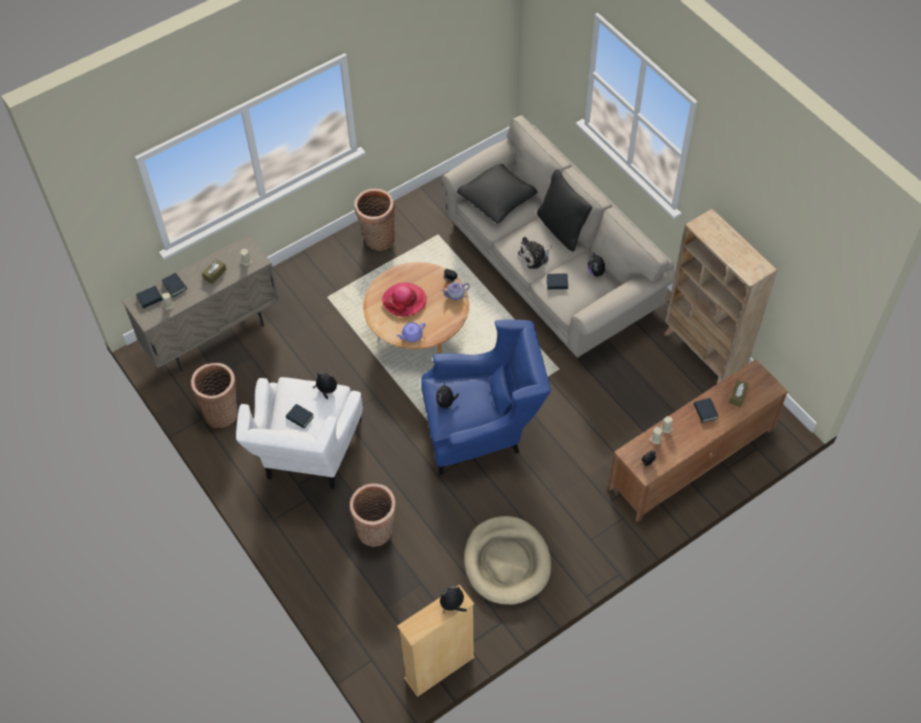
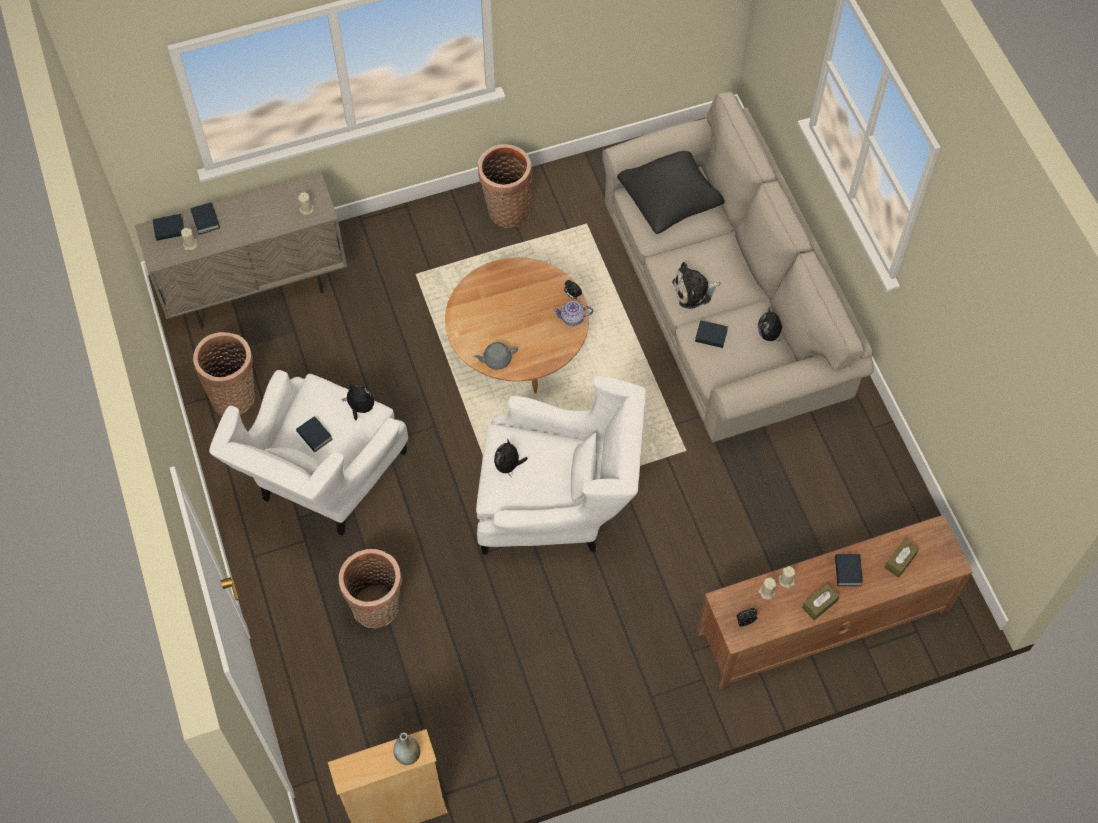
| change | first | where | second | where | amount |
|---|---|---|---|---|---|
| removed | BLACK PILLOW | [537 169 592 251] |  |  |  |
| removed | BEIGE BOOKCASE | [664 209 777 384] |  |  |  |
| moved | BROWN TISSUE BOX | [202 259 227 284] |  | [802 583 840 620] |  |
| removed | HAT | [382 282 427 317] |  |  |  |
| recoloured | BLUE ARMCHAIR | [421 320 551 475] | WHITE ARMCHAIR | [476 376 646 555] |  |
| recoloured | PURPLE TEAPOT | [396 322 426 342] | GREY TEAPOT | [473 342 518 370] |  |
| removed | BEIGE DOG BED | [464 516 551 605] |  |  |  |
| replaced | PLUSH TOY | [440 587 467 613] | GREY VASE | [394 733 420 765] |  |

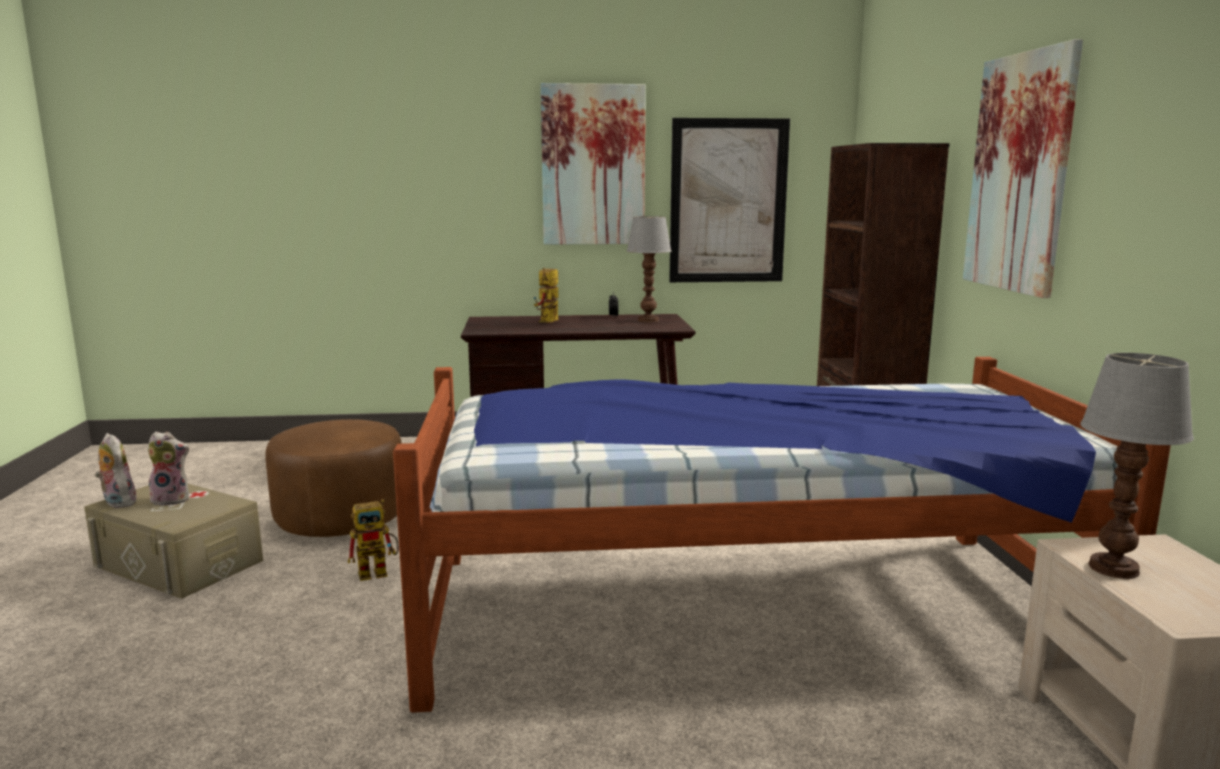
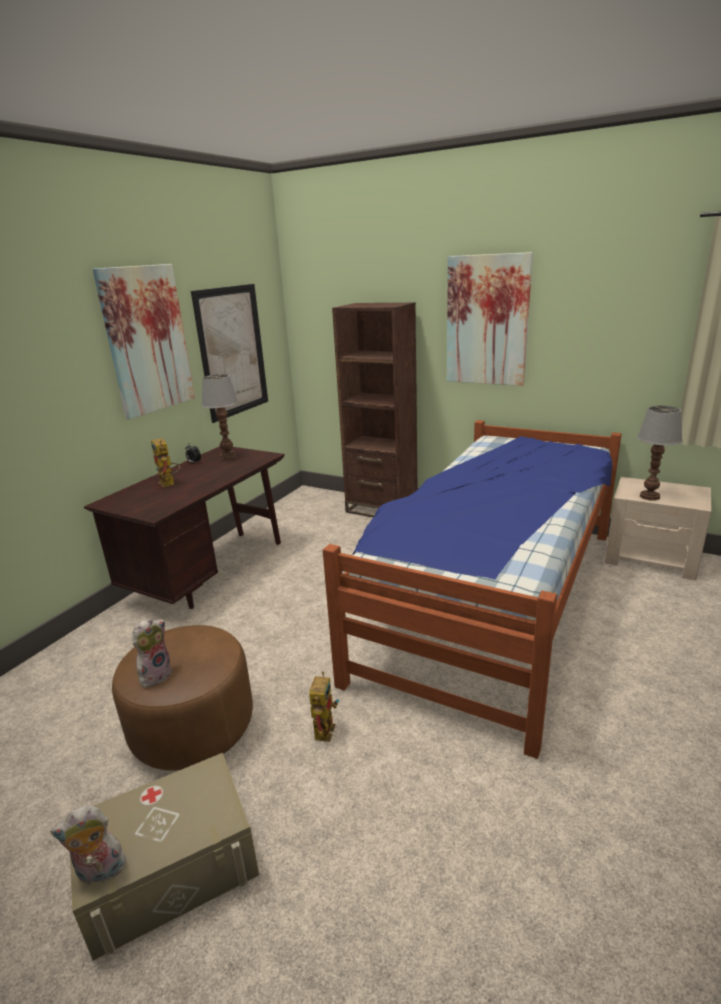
| change | first | where | second | where | amount |
|---|---|---|---|---|---|
| moved | PLUSH TOY | [147 432 190 506] |  | [132 618 172 687] |  |

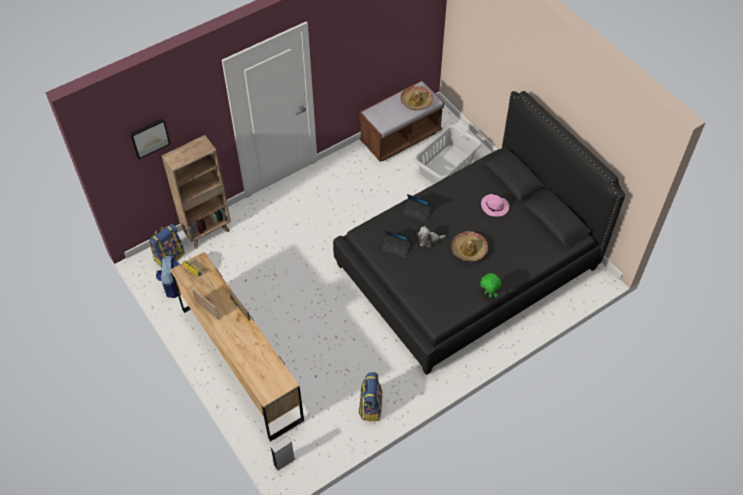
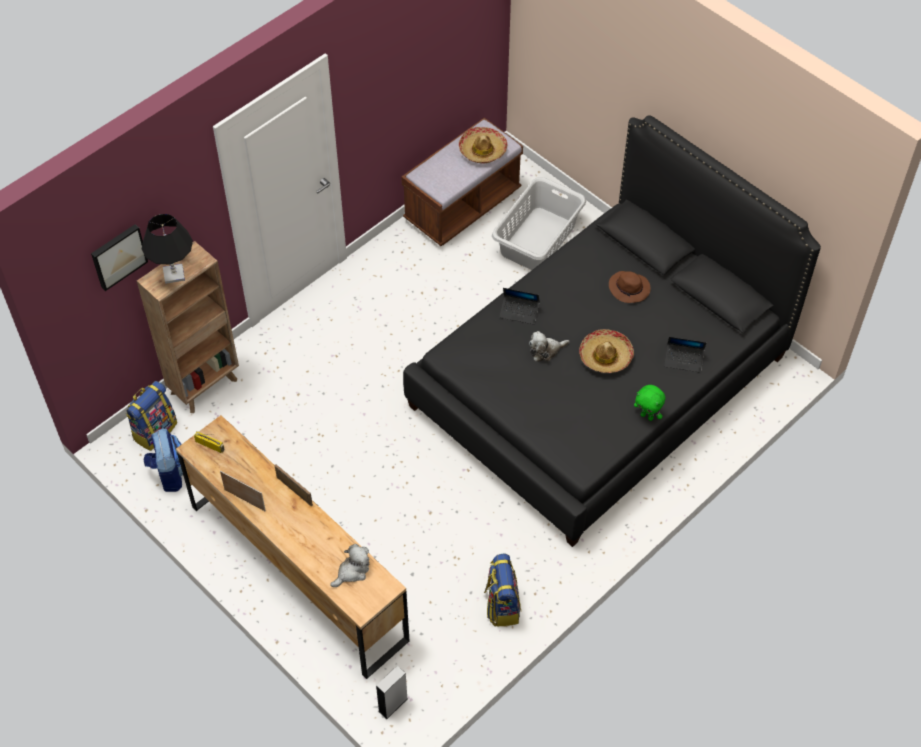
| change | first | where | second | where | amount |
|---|---|---|---|---|---|
| recoloured | PINK HAT | [481 194 509 216] | BROWN HAT | [609 271 651 303] |  |
| moved | LAPTOP | [382 230 410 257] |  | [664 337 706 372] |  |
| added |  |  | BLACK TABLE LAMP | [142 214 193 284] |  |
| added |  |  | PLUSH TOY | [330 544 370 587] |  |

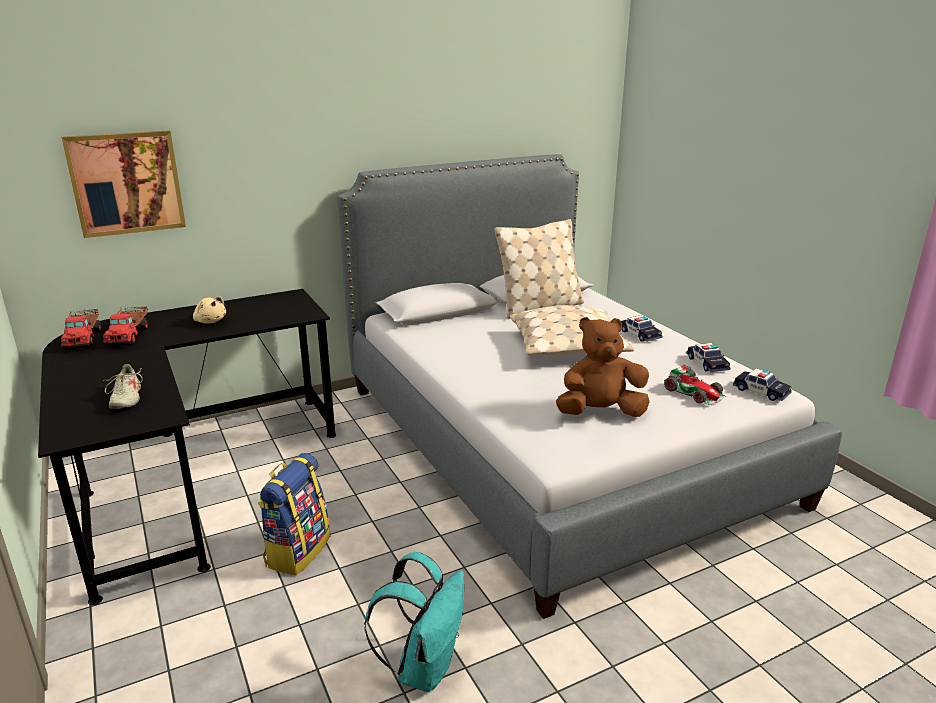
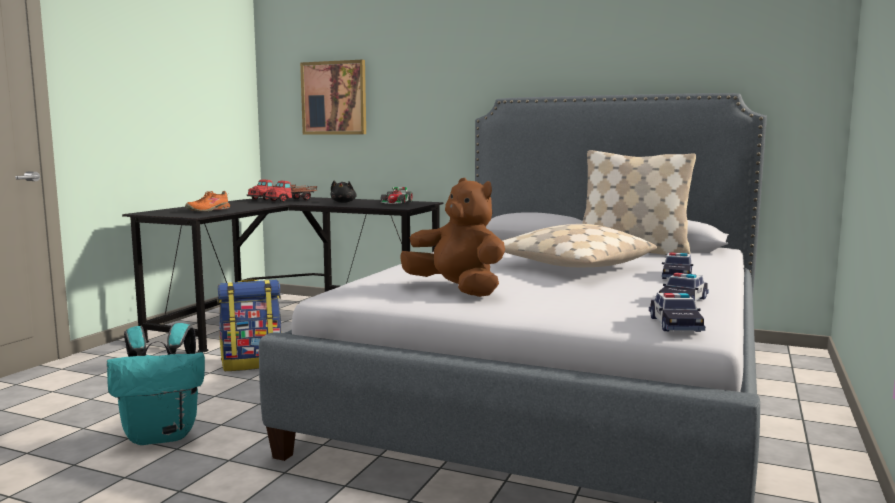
| change | first | where | second | where | amount |
|---|---|---|---|---|---|
| recoloured | BEIGE PLUSH TOY | [193 296 226 324] | BLACK PLUSH TOY | [331 181 357 203] |  |
| recoloured | BEIGE SHOE | [103 364 143 409] | ORANGE SHOE | [185 191 230 211] |  |
| moved | TOY CAR | [664 365 726 405] |  | [380 187 413 204] |  |

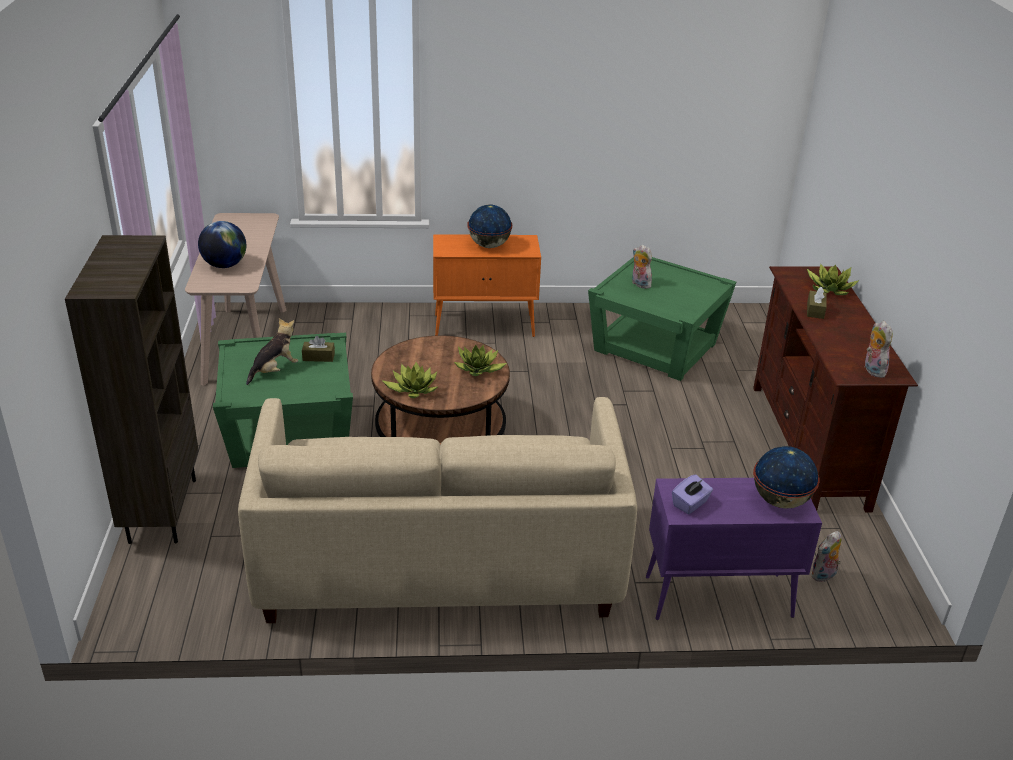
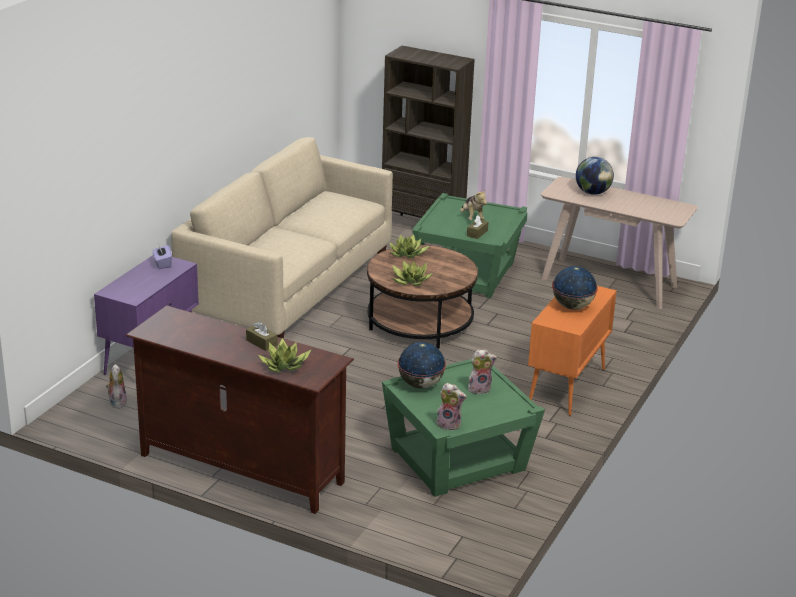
| change | first | where | second | where | amount |
|---|---|---|---|---|---|
| moved | PLUSH TOY | [865 321 892 378] |  | [436 383 467 431] |  |
| moved | GLOBE | [753 446 820 508] |  | [398 342 446 389] |  |

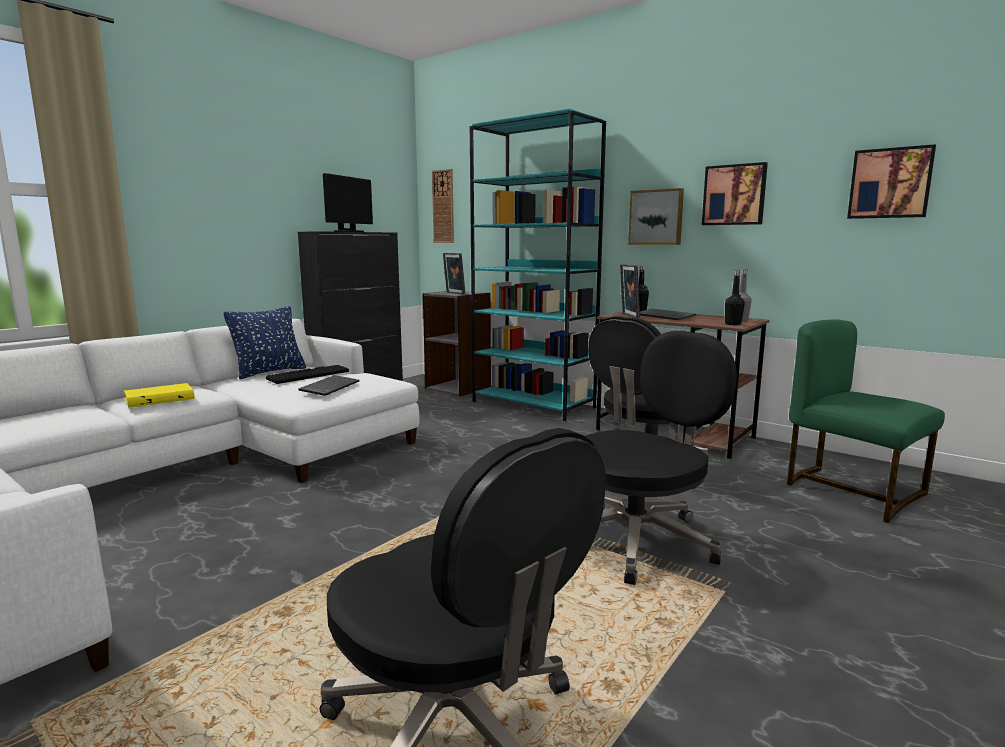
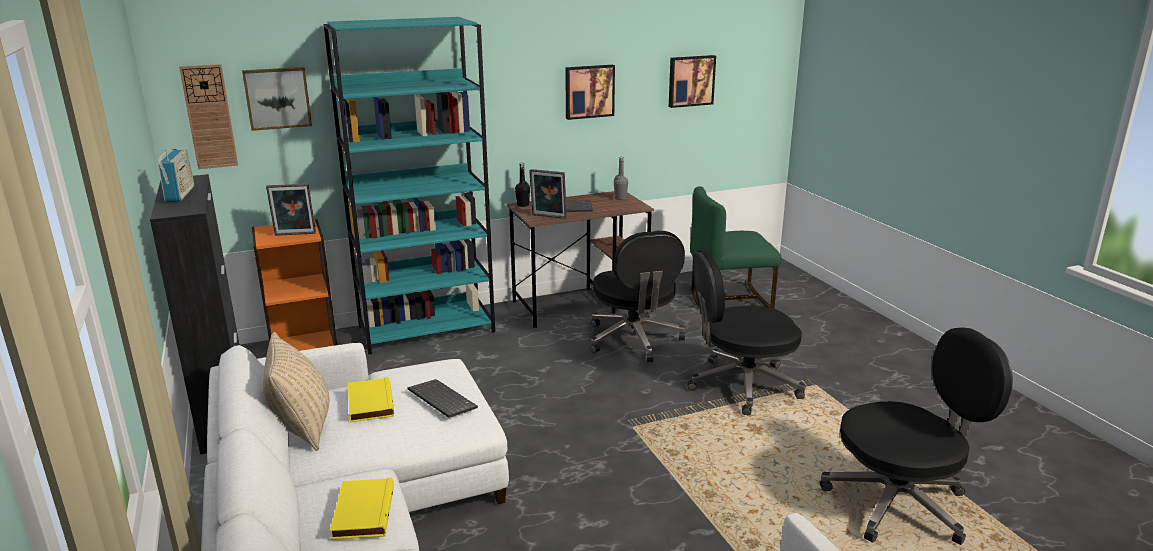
| change | first | where | second | where | amount |
|---|---|---|---|---|---|
| replaced | MONITOR | [323 173 373 232] | RADIO | [158 149 194 202] |  |
| moved | PICTURE | [628 188 684 245] |  | [242 67 312 131] |  |
| removed | BLACK BOTTLE | [725 271 745 326] |  |  |  |
| recoloured | GREY BOOKCASE | [423 291 491 396] | ORANGE BOOKCASE | [252 219 337 351] |  |
| recoloured | BLUE PILLOW | [224 306 306 379] | BEIGE PILLOW | [263 332 329 451] |  |
| turned | BLACK OFFICE CHAIR | [585 331 737 585] |  | [687 250 806 415] | 90 degrees counterclockwise |
| replaced | KEYBOARD | [266 365 349 384] | YELLOW BOOK | [348 377 394 423] |  |

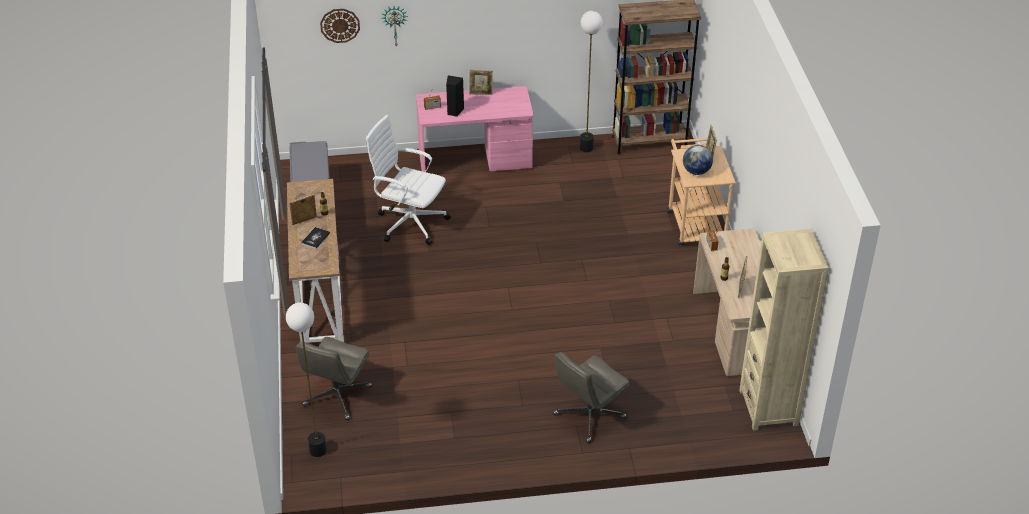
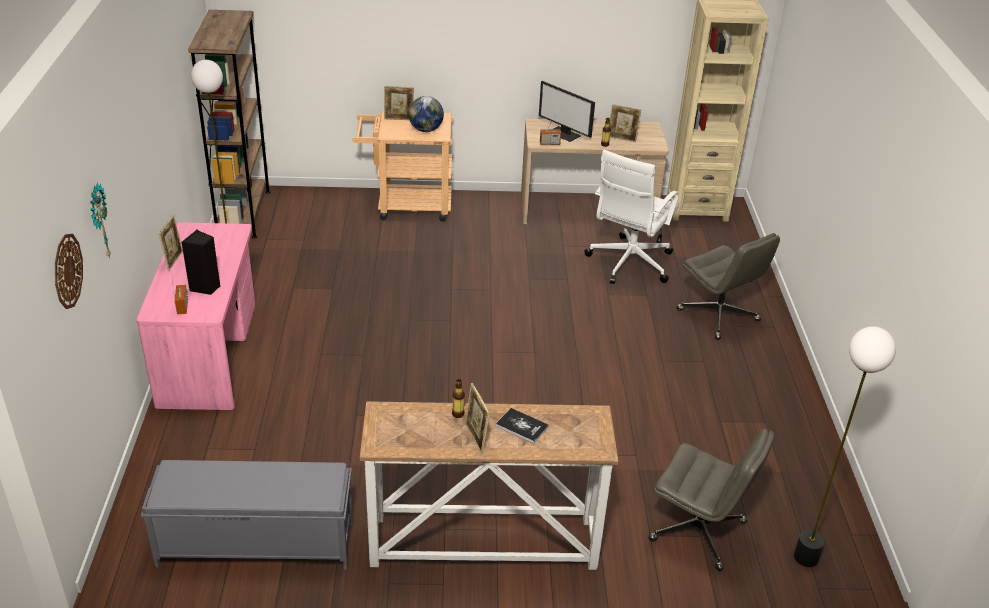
| change | first | where | second | where | amount |
|---|---|---|---|---|---|
| moved | WHITE OFFICE CHAIR | [365 115 451 245] |  | [584 150 679 284] |  |
| added |  |  | MONITOR | [539 81 595 142] |  |

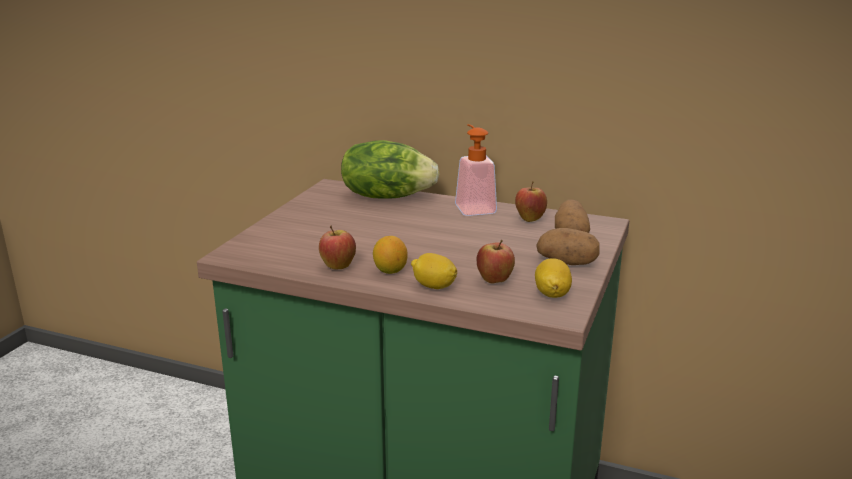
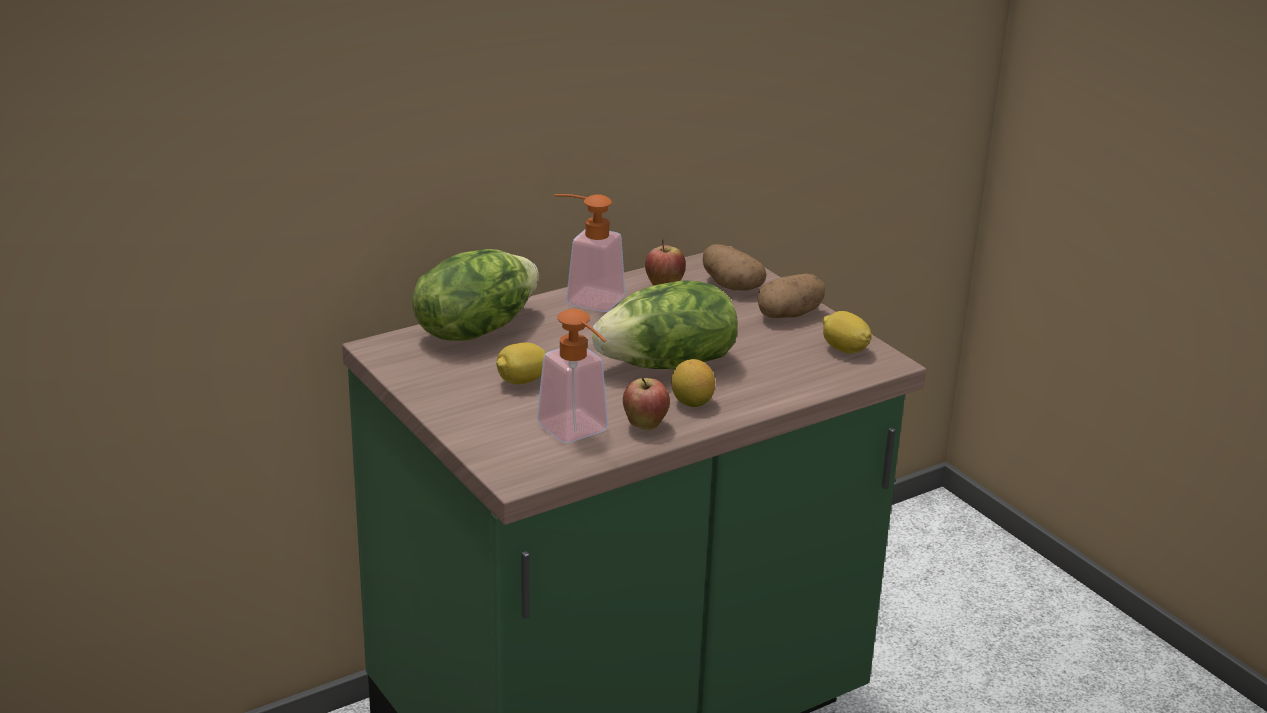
| change | first | where | second | where | amount |
|---|---|---|---|---|---|
| removed | APPLE | [477 240 515 284] |  |  |  |
| moved | LEMON | [411 253 457 289] |  | [496 343 546 384] |  |
| added |  |  | LETTUCE | [592 280 738 369] |  |
| added |  |  | SOAP DISPENSER | [537 309 608 443] |  |

